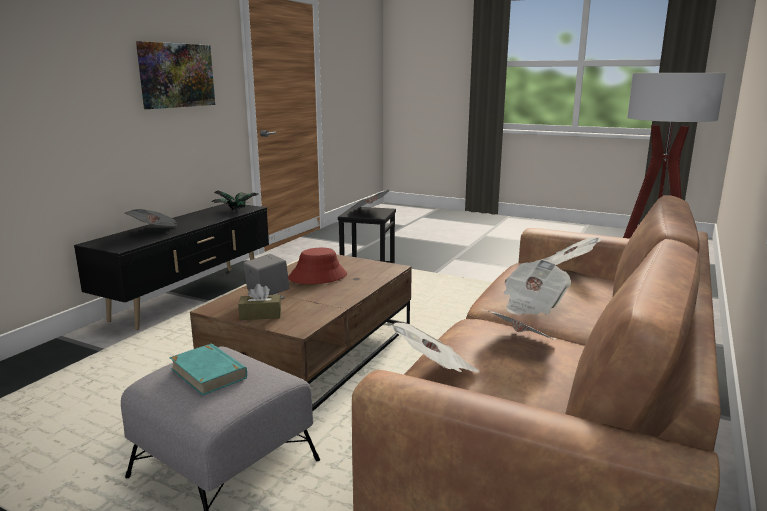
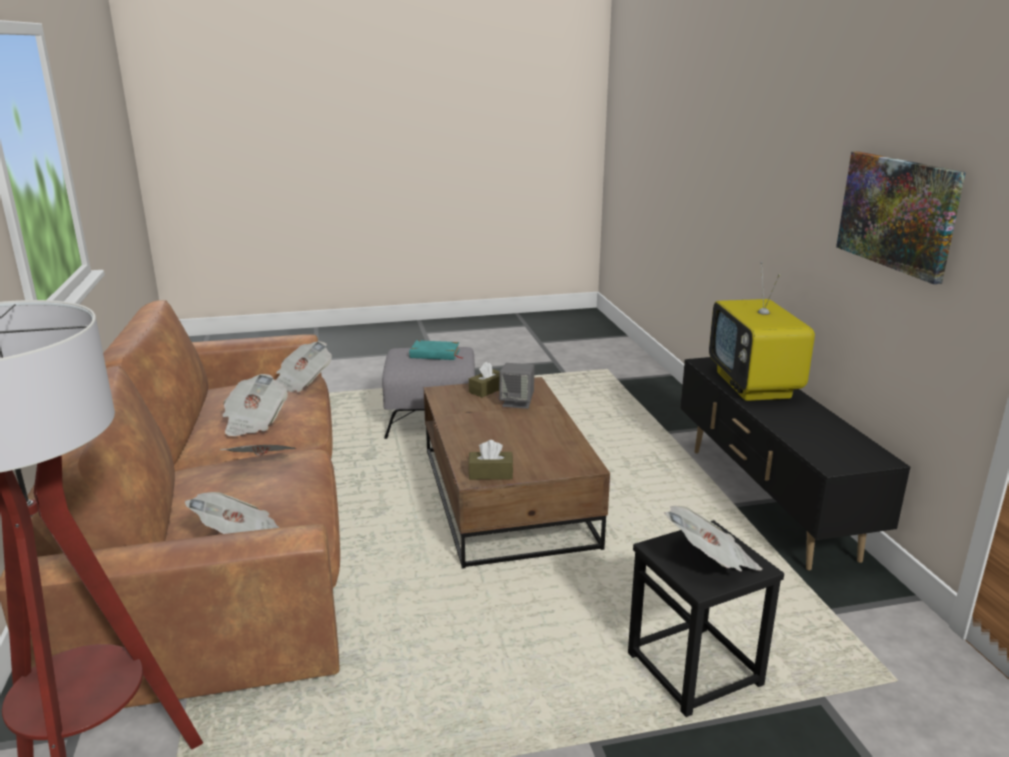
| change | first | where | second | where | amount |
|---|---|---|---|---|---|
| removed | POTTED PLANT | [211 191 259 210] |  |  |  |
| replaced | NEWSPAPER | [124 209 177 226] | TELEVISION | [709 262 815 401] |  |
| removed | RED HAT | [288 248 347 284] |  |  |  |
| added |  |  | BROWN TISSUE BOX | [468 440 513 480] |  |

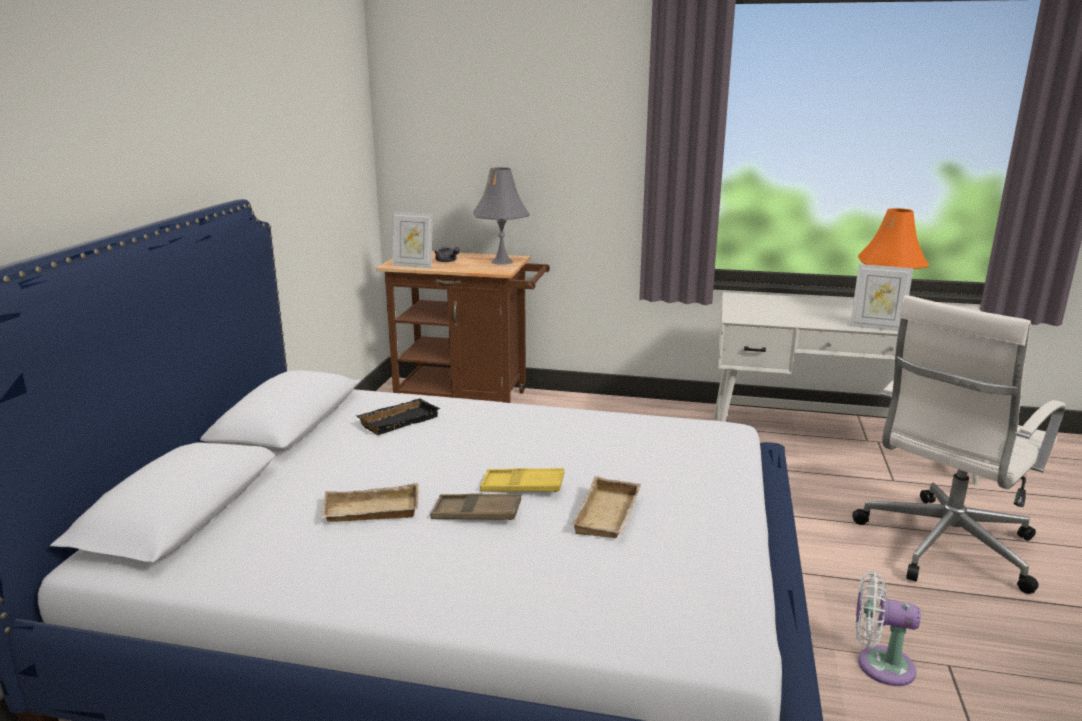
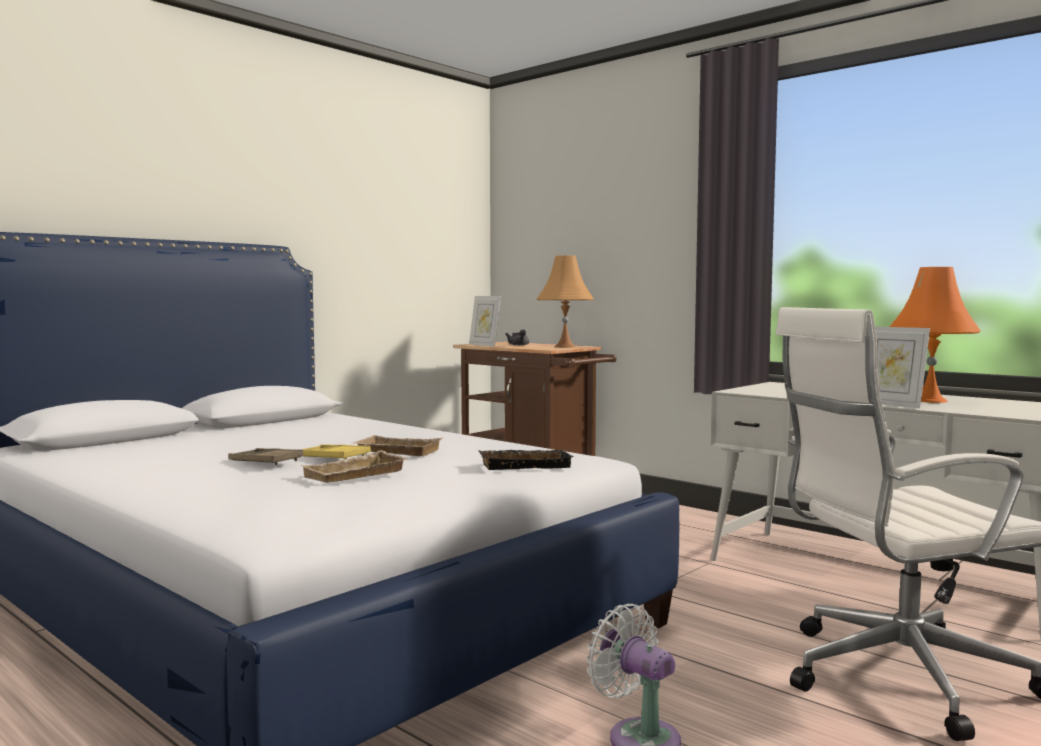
| change | first | where | second | where | amount |
|---|---|---|---|---|---|
| recoloured | GREY TABLE LAMP | [473 167 530 265] | ORANGE TABLE LAMP | [537 255 594 348] |  |
| moved | BLACK TRAY | [356 398 440 435] |  | [478 450 573 470] |  |
| moved | BEIGE TRAY | [320 483 419 522] |  | [353 435 442 456] |  |

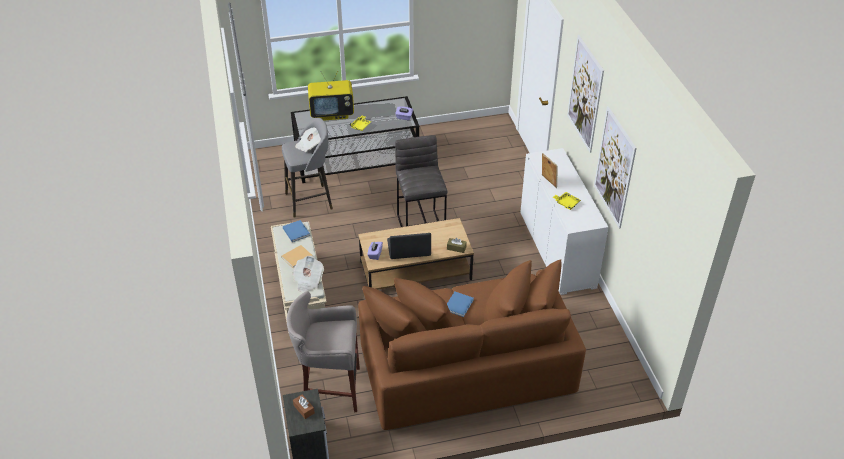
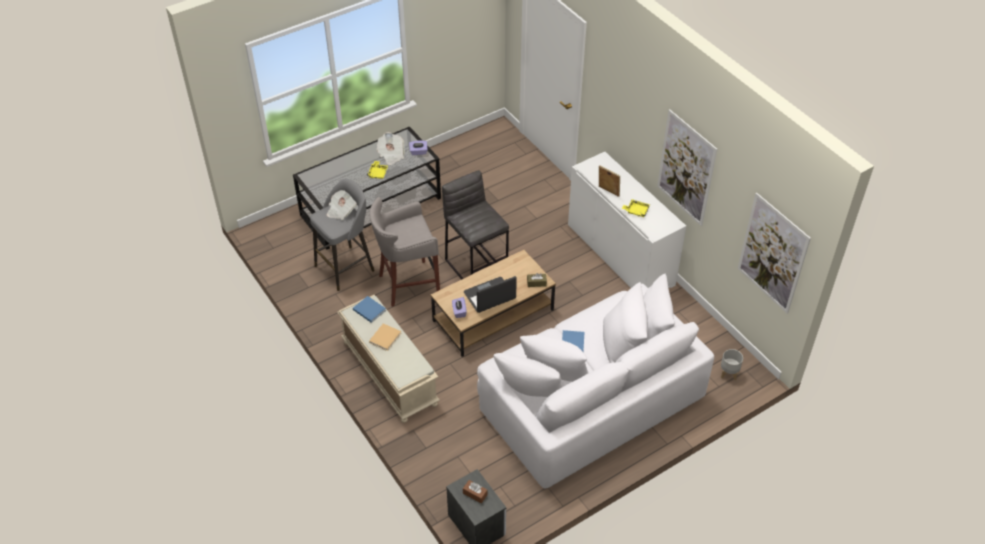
| change | first | where | second | where | amount |
|---|---|---|---|---|---|
| moved | PICTURE | [567 35 604 153] |  | [738 193 811 313] |  |
| removed | TELEVISION | [308 71 354 120] |  |  |  |
| moved | NEWSPAPER | [292 256 324 292] |  | [377 132 405 165] |  |
| recoloured | BROWN SOFA | [358 260 586 430] | WHITE SOFA | [477 273 714 488] |  |
| moved | GREY STOOL | [287 291 360 412] |  | [369 197 440 307] |  |
| added |  |  | GREY PLANTER | [721 349 743 380] |  |

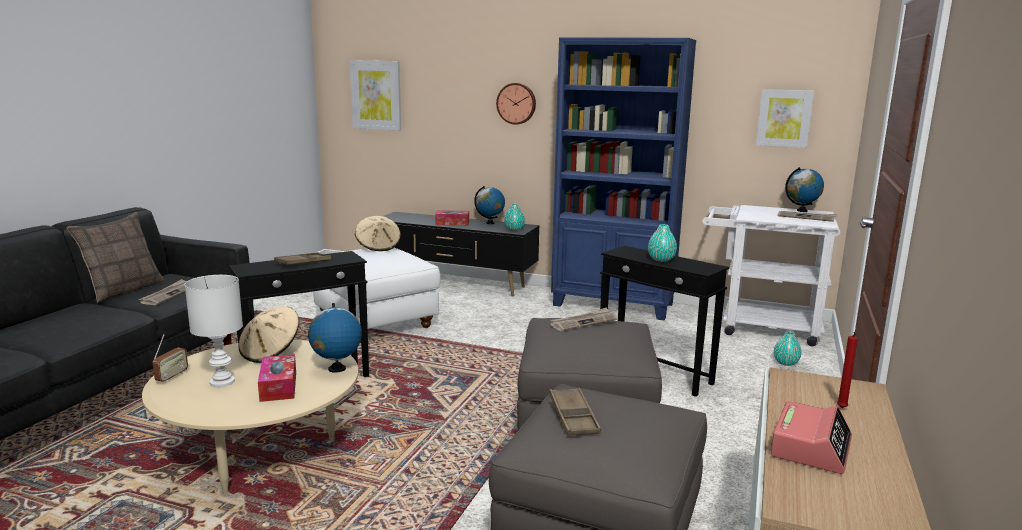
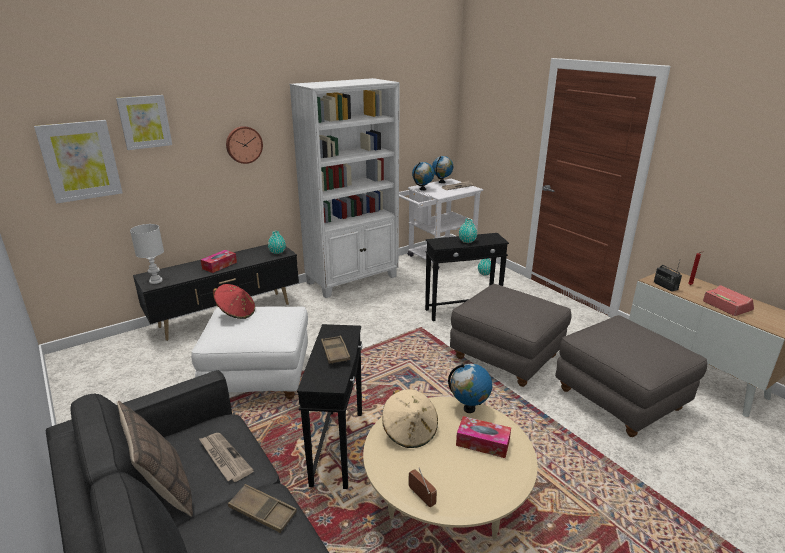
| change | first | where | second | where | amount |
|---|---|---|---|---|---|
| recoloured | BLUE BOOKCASE | [551 38 696 320] | WHITE BOOKCASE | [290 78 400 298] |  |
| moved | PICTURE | [756 89 814 148] |  | [116 95 172 150] |  |
| moved | GLOBE | [474 186 505 224] |  | [412 162 434 191] |  |
| recoloured | BEIGE HAT | [355 216 401 251] | RED HAT | [213 284 255 319] |  |
| moved | WHITE TABLE LAMP | [185 275 243 387] |  | [130 224 164 284] |  |
| removed | NEWSPAPER | [550 308 617 331] |  |  |  |
| moved | BROWN TRAY | [549 388 601 436] |  | [228 484 297 533] |  |
| added |  |  | RADIO | [654 261 682 292] |  |

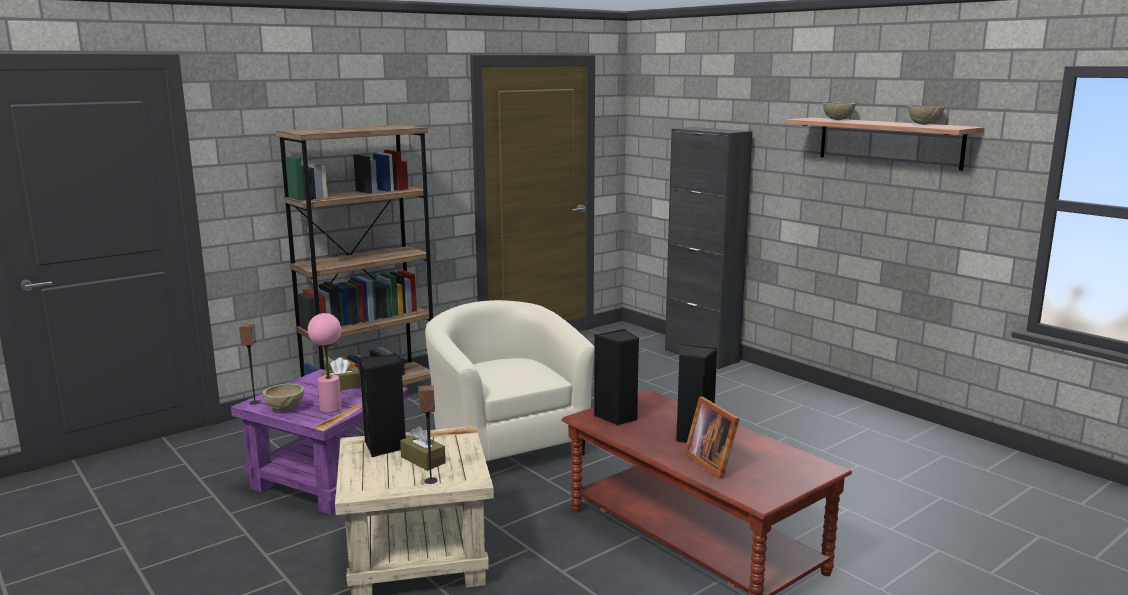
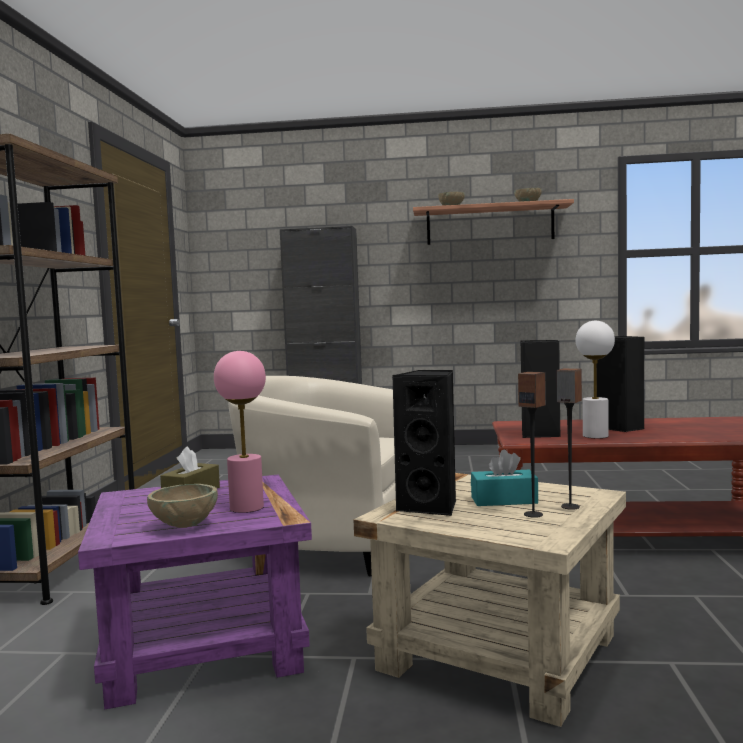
| change | first | where | second | where | amount |
|---|---|---|---|---|---|
| moved | SPEAKER | [239 324 260 405] |  | [518 372 546 518] |  |
| removed | PICTURE FRAME | [684 396 740 479] |  |  |  |
| recoloured | BROWN TISSUE BOX | [400 426 446 471] | TURQUOISE TISSUE BOX | [471 450 538 506] |  |
| added |  |  | WHITE TABLE LAMP | [576 321 615 438] |  |

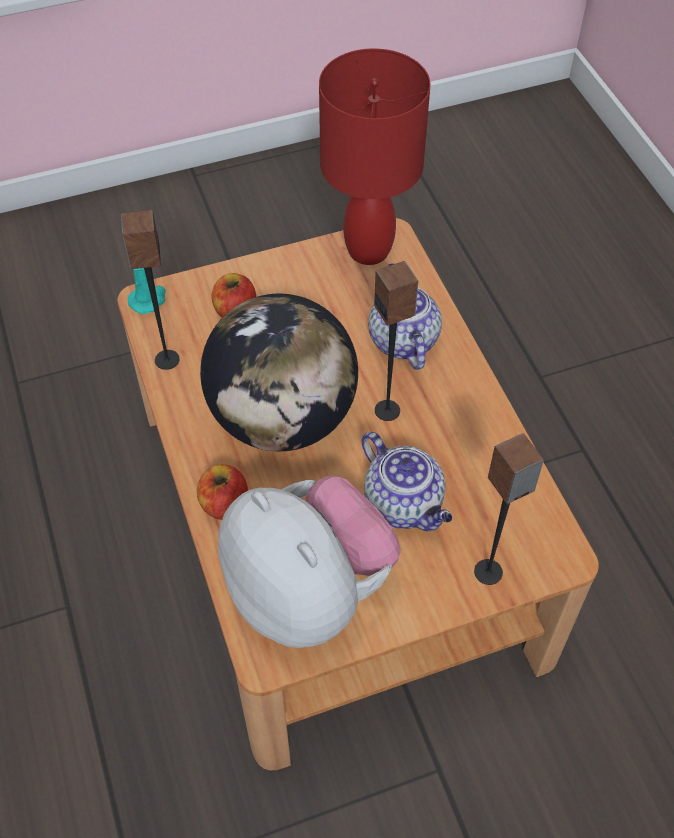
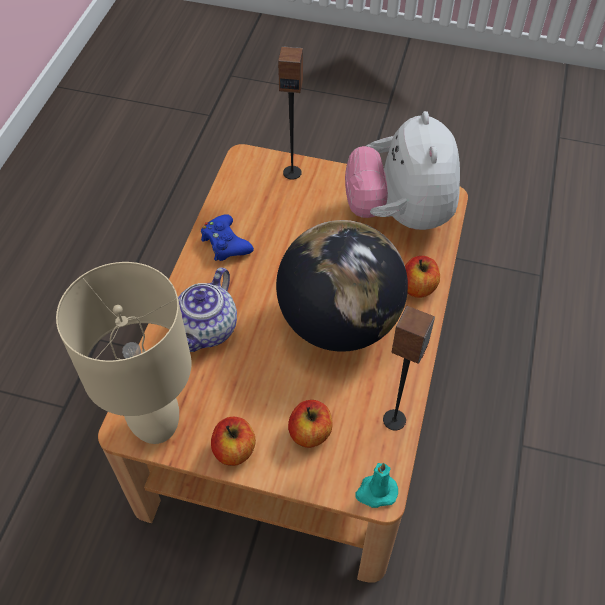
| change | first | where | second | where | amount |
|---|---|---|---|---|---|
| recoloured | RED TABLE LAMP | [319 48 430 265] | BEIGE TABLE LAMP | [56 262 192 444] |  |
| removed | SPEAKER | [374 261 418 421] |  |  |  |
| removed | TEAPOT | [362 432 452 531] |  |  |  |
| added |  |  | BLUE GAME CONTROLLER | [201 214 254 261] |  |
| added |  |  | APPLE | [211 417 256 466] |  |

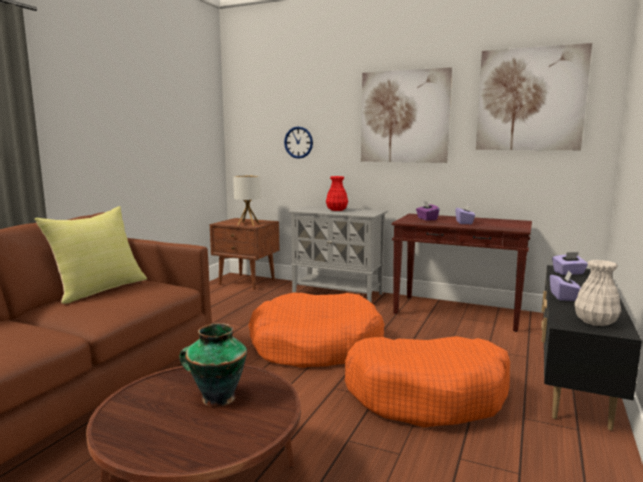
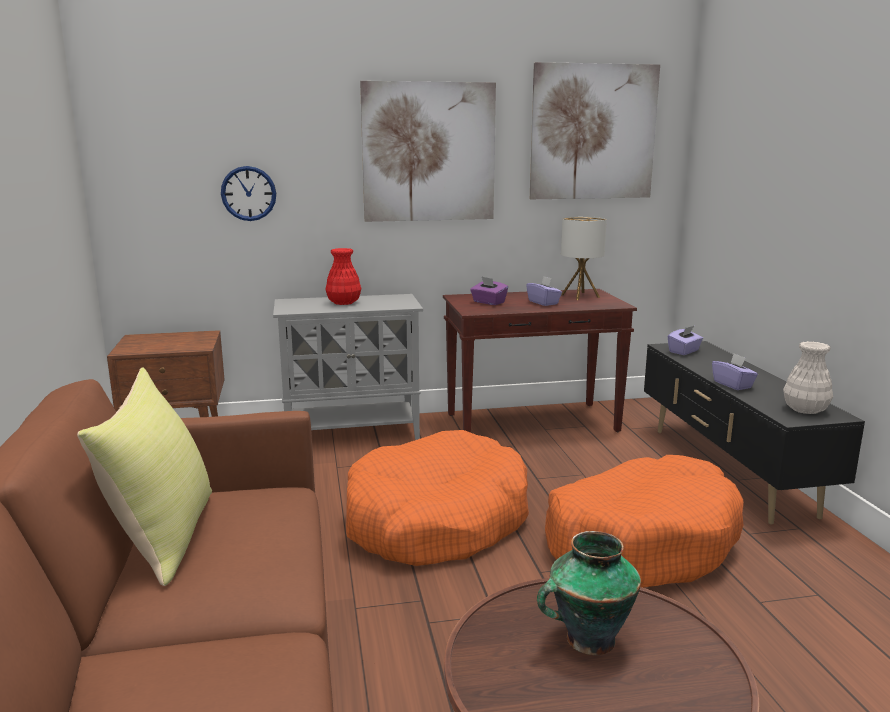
| change | first | where | second | where | amount |
|---|---|---|---|---|---|
| moved | TABLE LAMP | [233 175 261 226] |  | [561 216 607 300] |  |

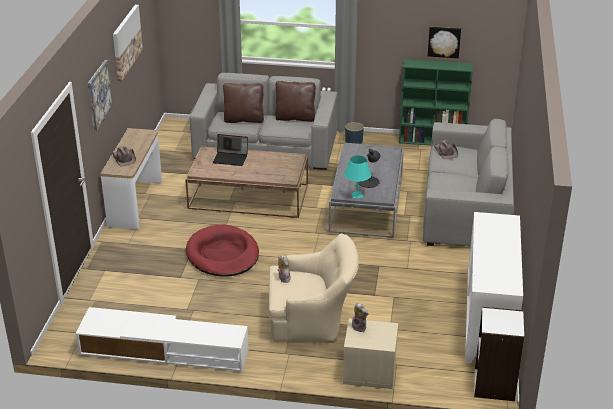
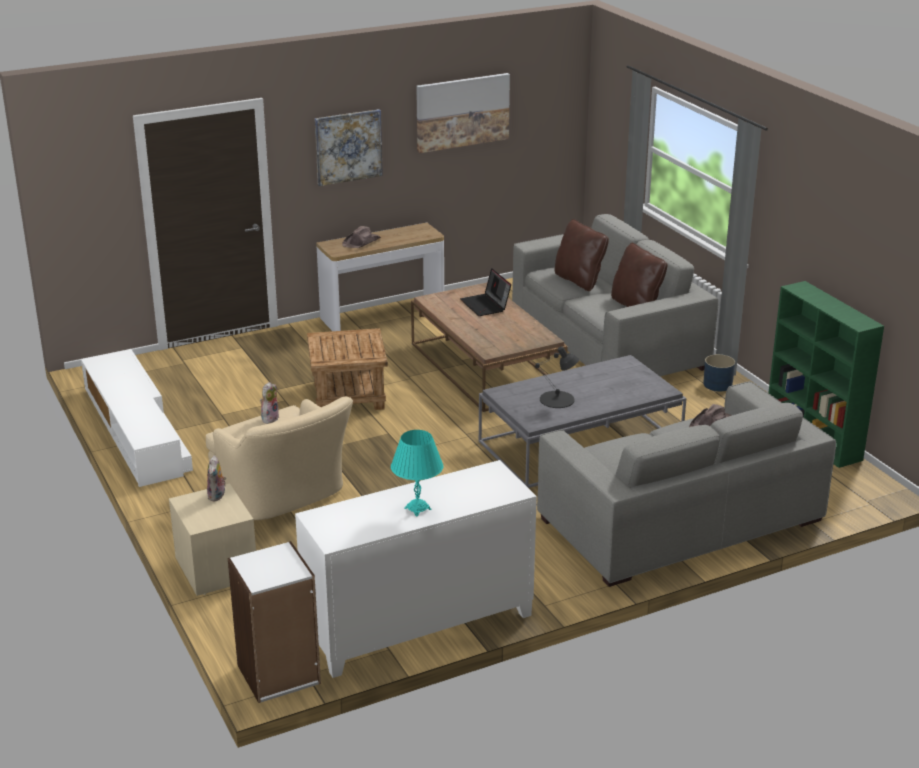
| change | first | where | second | where | amount |
|---|---|---|---|---|---|
| removed | PICTURE | [428 27 461 58] |  |  |  |
| moved | TURQUOISE TABLE LAMP | [344 156 371 199] |  | [391 430 443 516] |  |
| replaced | RED DOG BED | [186 224 259 276] | BROWN SIDE TABLE | [307 328 388 410] |  |

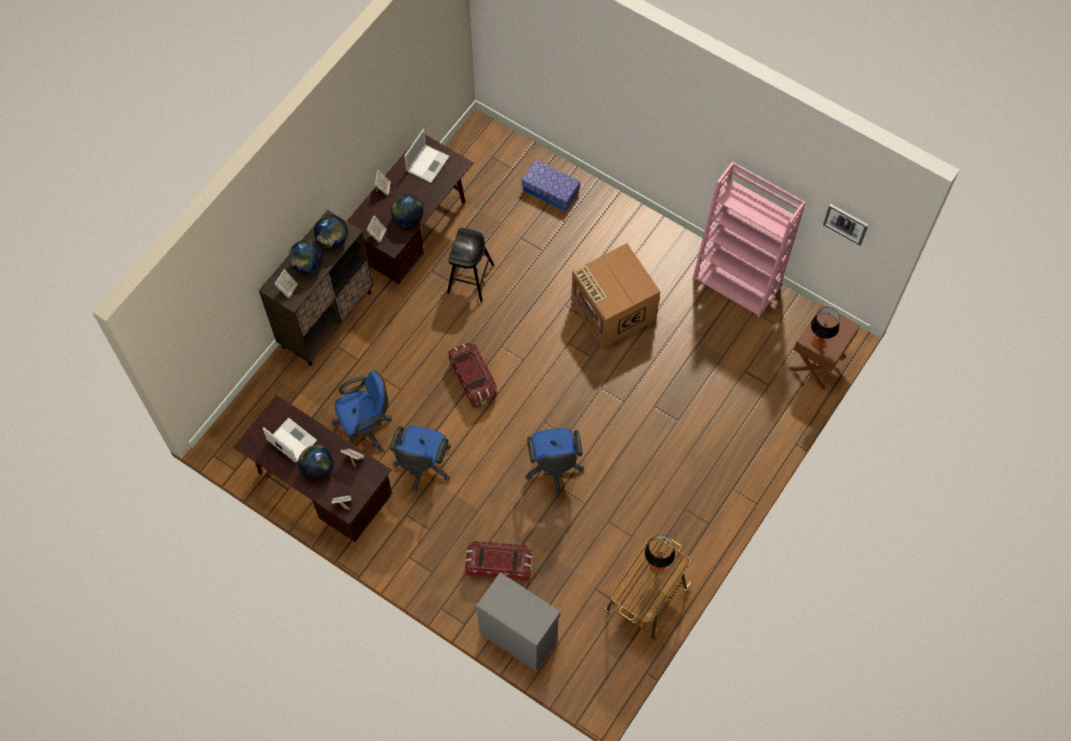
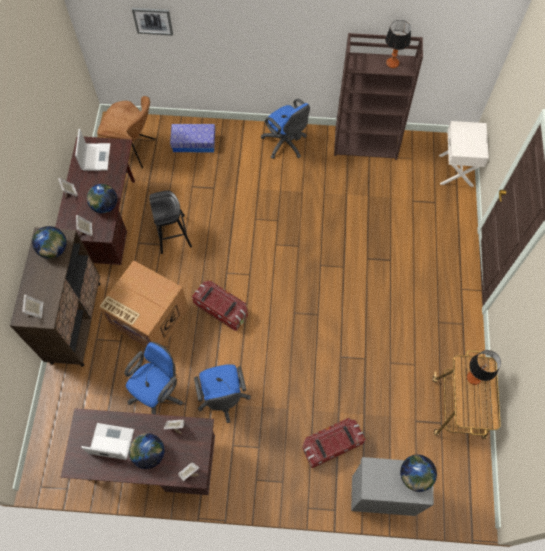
| change | first | where | second | where | amount |
|---|---|---|---|---|---|
| recoloured | PINK BOOKCASE | [692 161 806 318] | BROWN BOOKCASE | [334 33 423 160] |  |
| moved | PICTURE | [823 204 868 245] |  | [132 8 173 36] |  |
| moved | GLOBE | [289 240 323 274] |  | [400 455 437 492] |  |
| moved | CARDBOARD BOX | [571 243 660 348] |  | [99 260 189 348] |  |
| recoloured | BROWN NIGHTSTAND | [788 304 860 390] | WHITE NIGHTSTAND | [439 121 489 187] |  |
| moved | TABLE LAMP | [811 307 840 349] |  | [385 20 411 68] |  |
| moved | BLUE OFFICE CHAIR | [525 428 584 494] |  | [261 99 310 159] |  |
| added |  |  | BROWN CHAIR | [97 96 156 168] |  |

